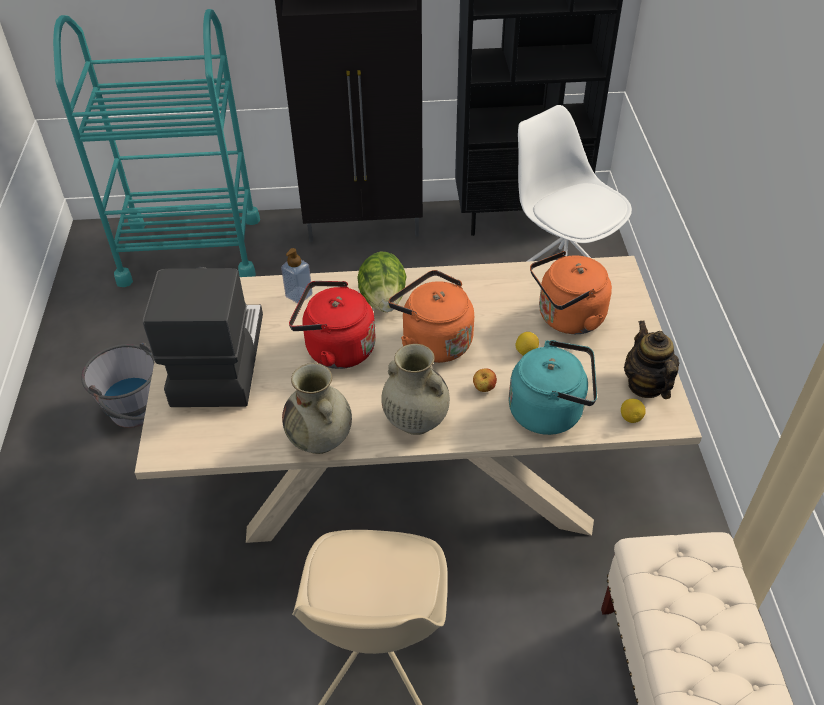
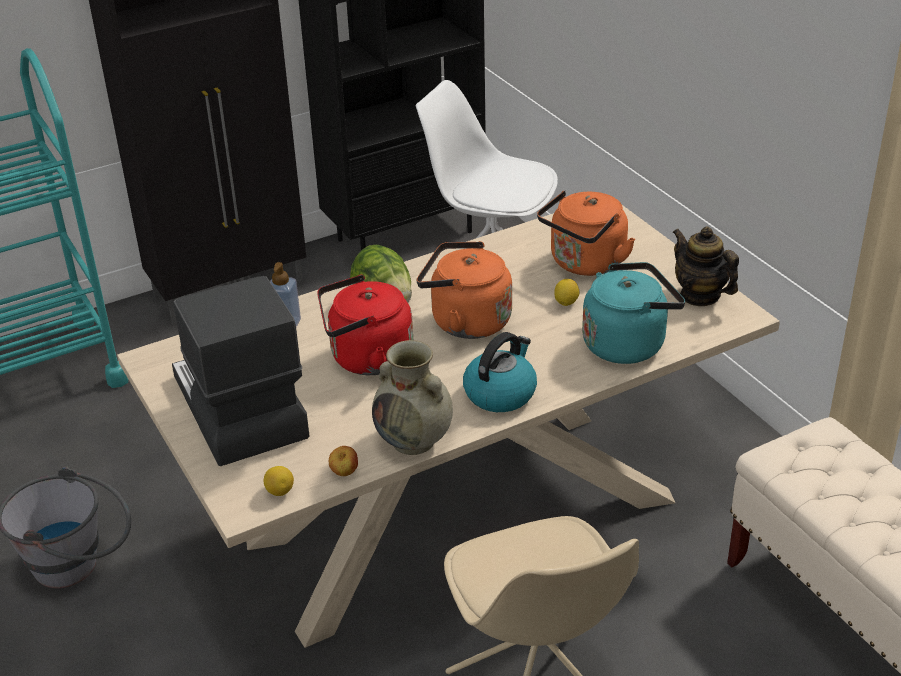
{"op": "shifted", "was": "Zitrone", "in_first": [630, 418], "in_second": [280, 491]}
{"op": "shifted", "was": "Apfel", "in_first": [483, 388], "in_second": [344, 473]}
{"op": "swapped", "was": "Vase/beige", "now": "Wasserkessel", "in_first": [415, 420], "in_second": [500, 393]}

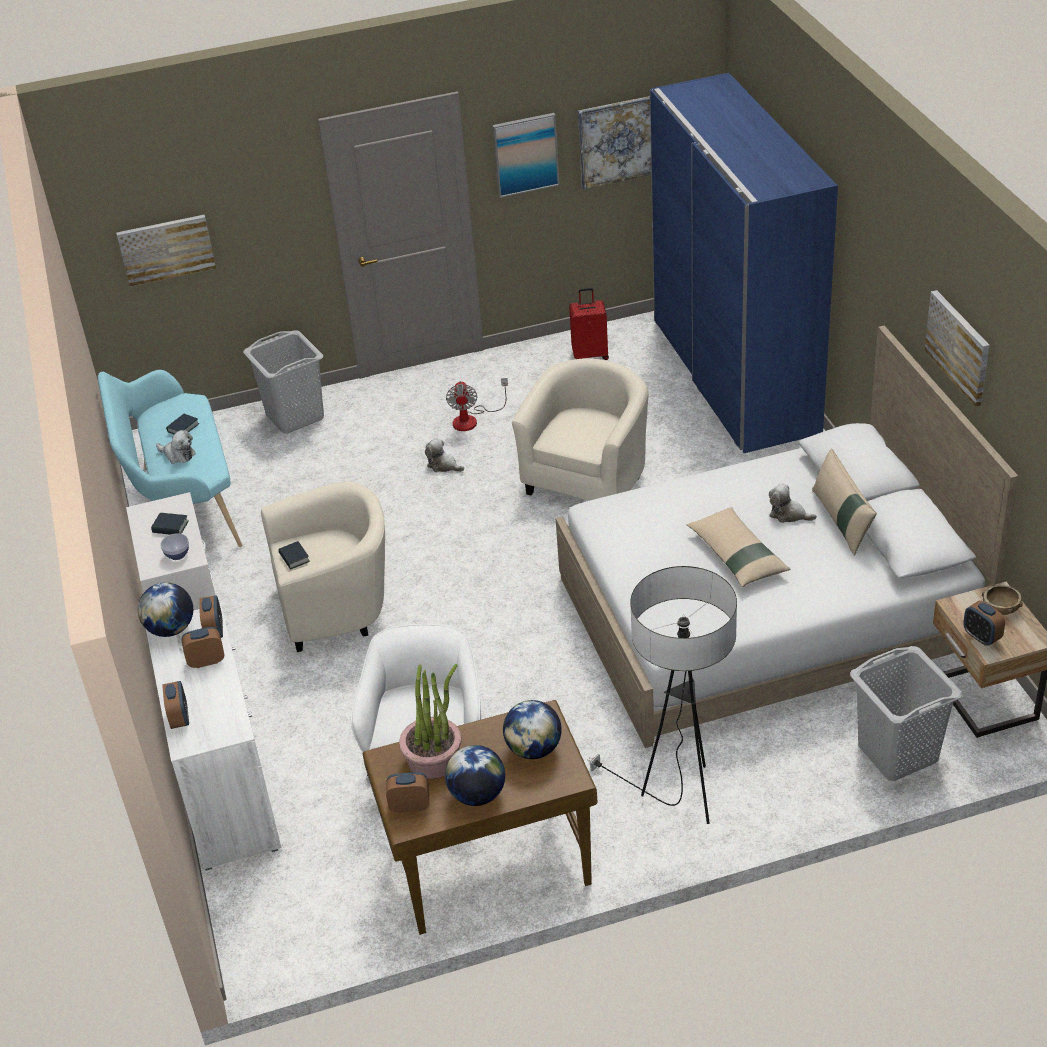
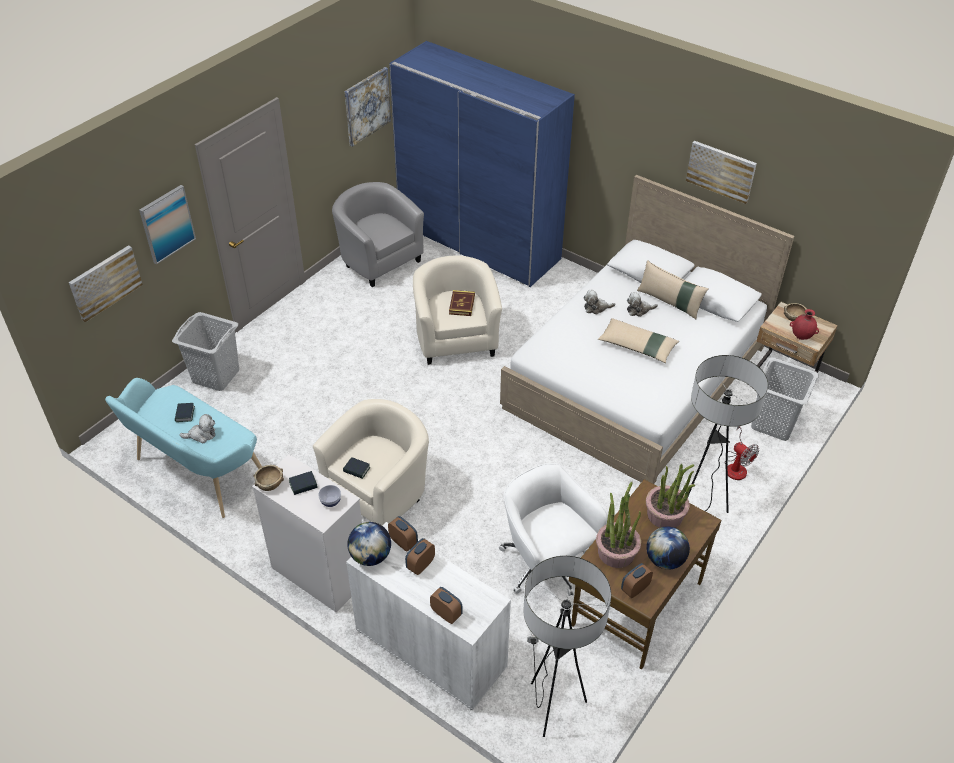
{"op": "shifted", "was": "Bild", "in_first": [525, 154], "in_second": [167, 224]}
{"op": "new", "now": "Schüssel/braun", "in_second": [270, 483]}
{"op": "swapped", "was": "Koffer/rot", "now": "Sessel/grau", "in_first": [590, 355], "in_second": [378, 260]}
{"op": "new", "now": "Buch", "in_second": [462, 305]}
{"op": "new", "now": "Stehlampe", "in_second": [552, 705]}
{"op": "shifted", "was": "Plüschtier", "in_first": [443, 465], "in_second": [596, 308]}
{"op": "swapped", "was": "Globus", "now": "Topfpflanze", "in_first": [534, 749], "in_second": [665, 515]}
{"op": "shifted", "was": "Ventilator", "in_first": [472, 419], "in_second": [736, 466]}
{"op": "swapped", "was": "Wecker", "now": "Vase/rot", "in_first": [981, 637], "in_second": [801, 337]}

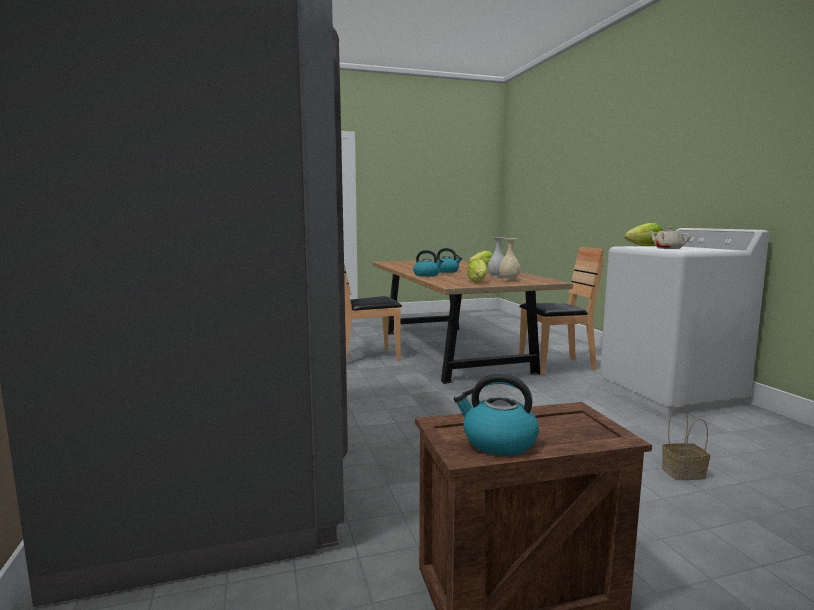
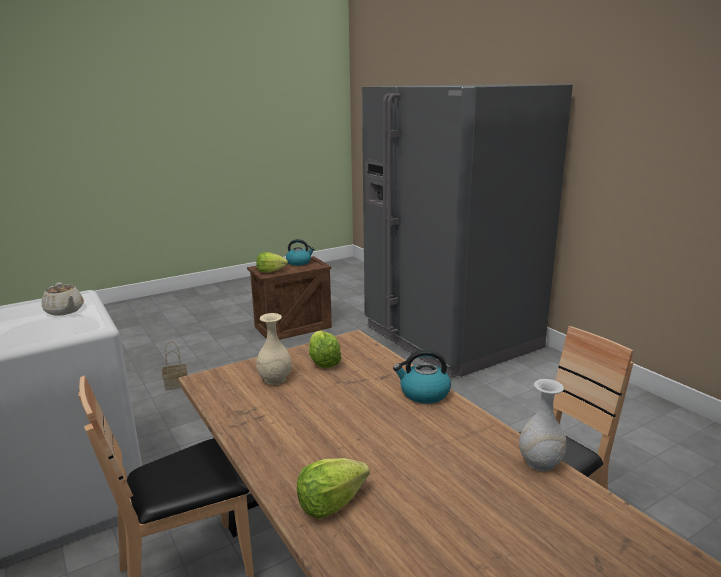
{"op": "shifted", "was": "Salatkopf", "in_first": [645, 246], "in_second": [270, 271]}
{"op": "shifted", "was": "Vase/weiß", "in_first": [497, 277], "in_second": [540, 463]}
{"op": "gone", "was": "Wasserkessel", "in_first": [447, 271]}

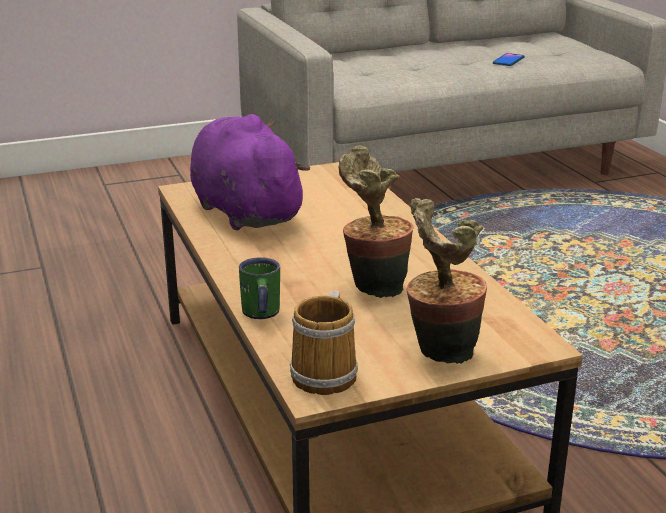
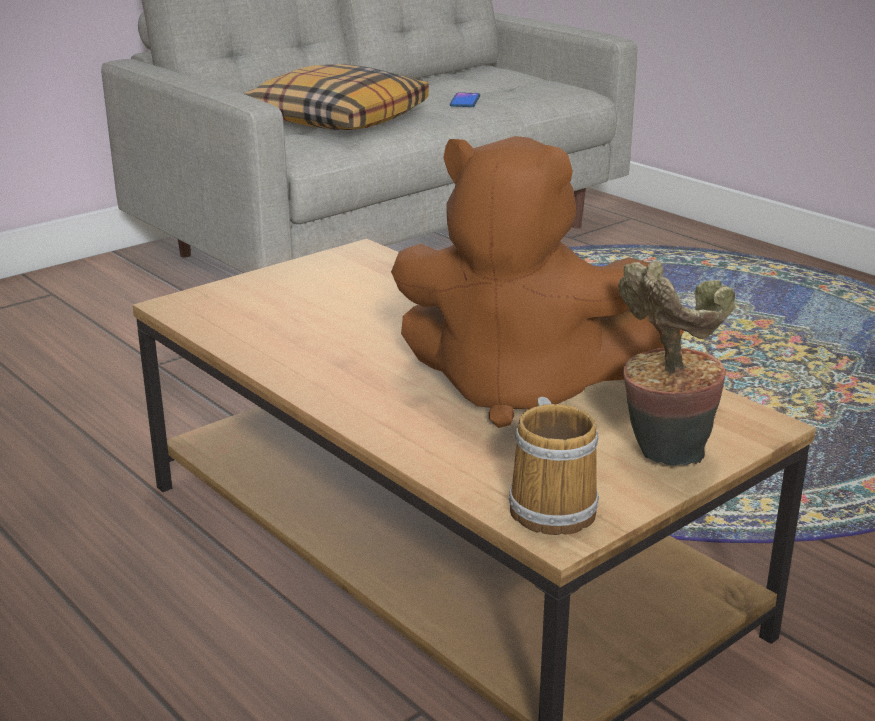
{"op": "new", "now": "Kissen", "in_second": [336, 119]}
{"op": "swapped", "was": "Topfpflanze", "now": "Plüschtier/braun", "in_first": [373, 287], "in_second": [520, 390]}
{"op": "gone", "was": "Plüschtier/lila", "in_first": [244, 211]}
{"op": "gone", "was": "Henkelbecher/grün", "in_first": [260, 314]}

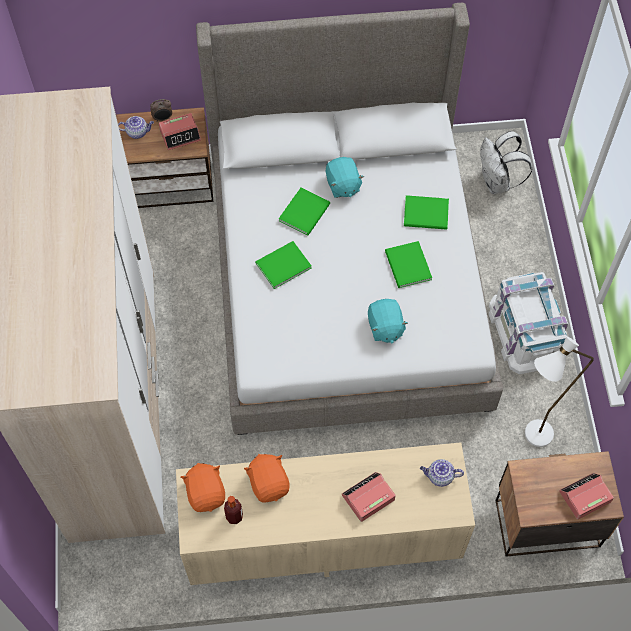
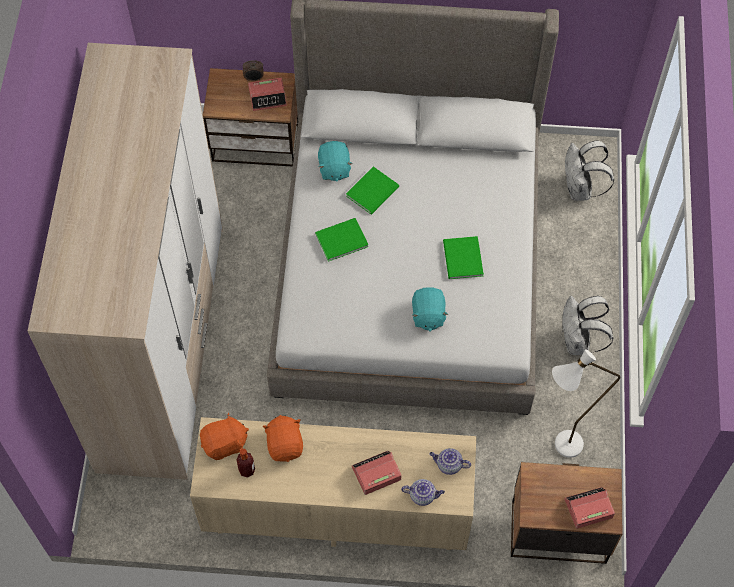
{"op": "rotated", "was": "Plüschtier/orange", "in_first": [206, 493], "in_second": [225, 444], "clockwise": 75}
{"op": "shifted", "was": "Plüschtier/türkis", "in_first": [342, 185], "in_second": [334, 169]}
{"op": "shifted", "was": "Teekanne", "in_first": [137, 132], "in_second": [423, 495]}
{"op": "swapped", "was": "Aufbewahrungsbox/weiß", "now": "Rucksack/weiß", "in_first": [527, 331], "in_second": [578, 342]}
{"op": "gone", "was": "Buch/grün", "in_first": [427, 215]}

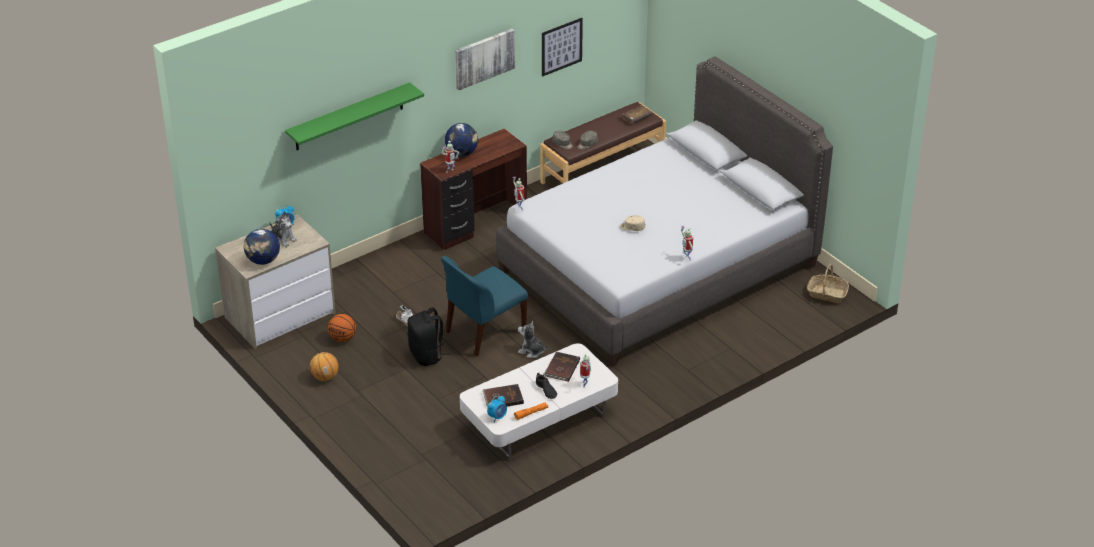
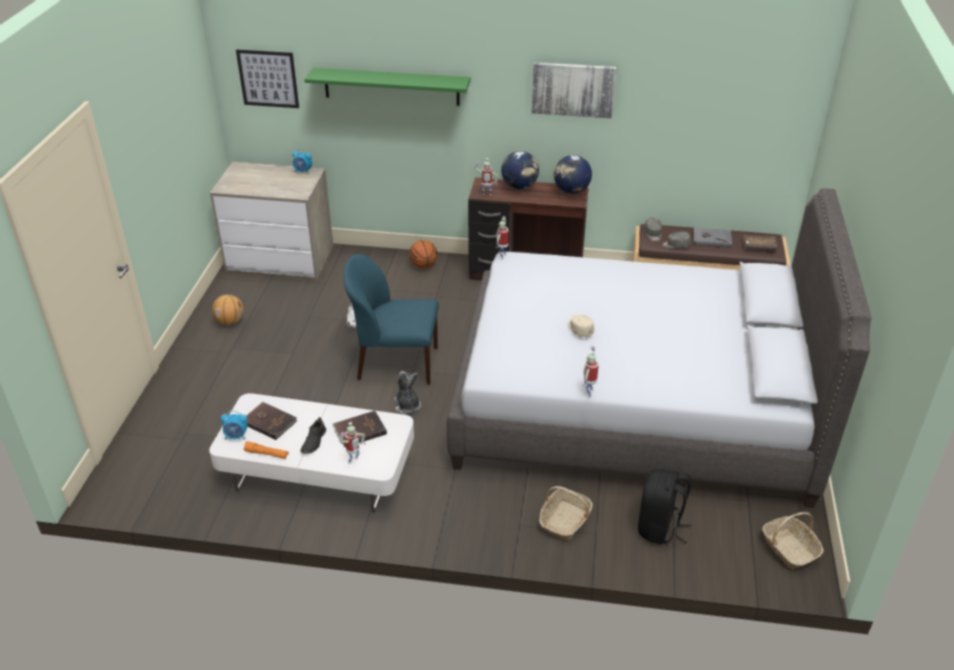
{"op": "shifted", "was": "Bild", "in_first": [561, 46], "in_second": [268, 78]}
{"op": "shifted", "was": "Basketball", "in_first": [342, 338], "in_second": [423, 266]}
{"op": "new", "now": "Korb", "in_second": [565, 520]}
{"op": "shifted", "was": "Globus", "in_first": [263, 261], "in_second": [571, 191]}
{"op": "shifted", "was": "Rucksack/schwarz", "in_first": [427, 355], "in_second": [660, 527]}
{"op": "new", "now": "Buch/grau", "in_second": [712, 239]}
{"op": "gone", "was": "Plüschtier", "in_first": [283, 239]}

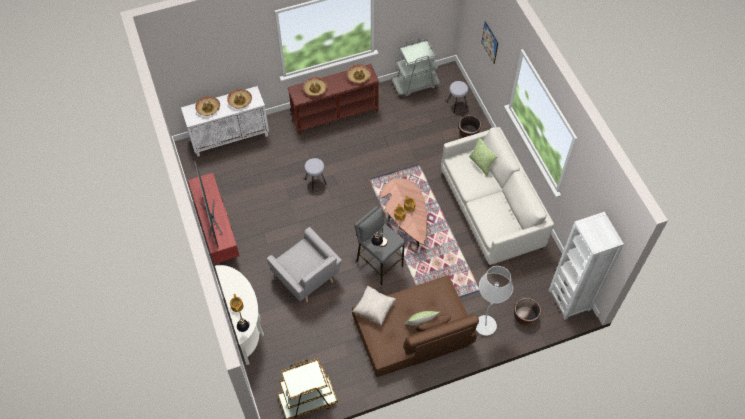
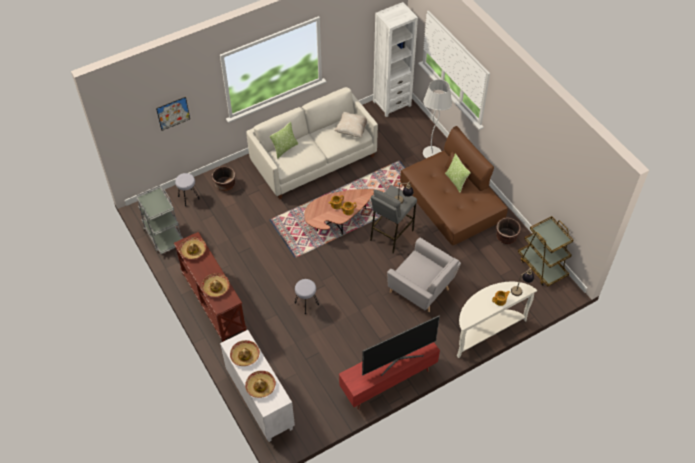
{"op": "shifted", "was": "Kissen/beige", "in_first": [374, 309], "in_second": [352, 130]}
{"op": "rotated", "was": "Sessel/grau", "in_first": [307, 278], "in_second": [422, 290], "clockwise": 90}
{"op": "shifted", "was": "Pflanzkübel/braun", "in_first": [525, 316], "in_second": [506, 237]}

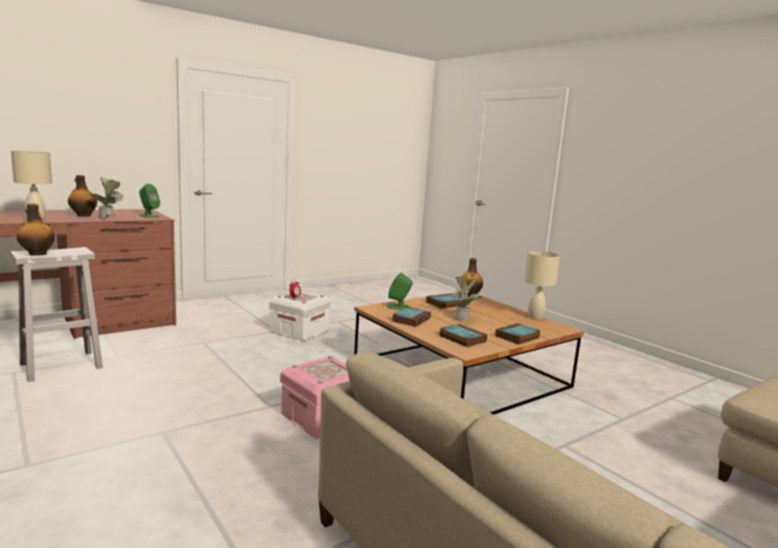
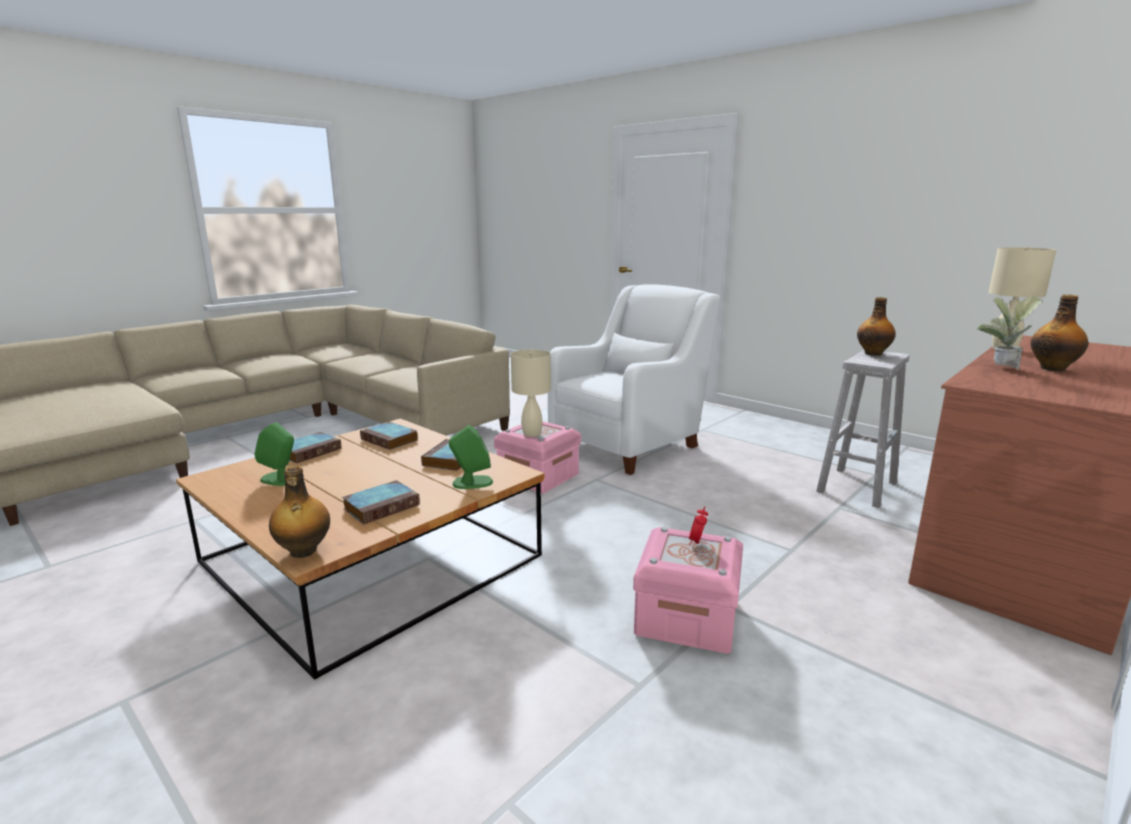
{"op": "shifted", "was": "Lautsprecher/grün", "in_first": [149, 216], "in_second": [280, 479]}
{"op": "shifted", "was": "Tischlampe/beige", "in_first": [535, 317], "in_second": [531, 434]}
{"op": "new", "now": "Sessel/weiß", "in_second": [629, 444]}
{"op": "repainted", "was": "Aufbewahrungsbox/weiß", "now": "Aufbewahrungsbox/rosa", "in_first": [299, 331], "in_second": [687, 617]}
{"op": "gone", "was": "Topfpflanze", "in_first": [464, 319]}

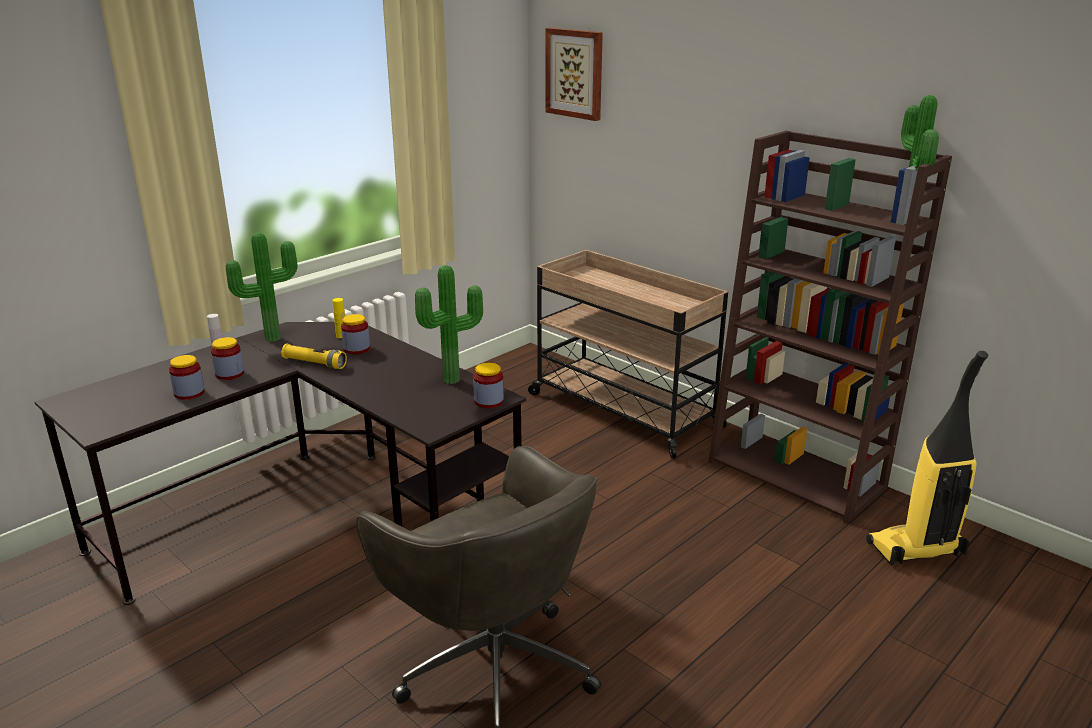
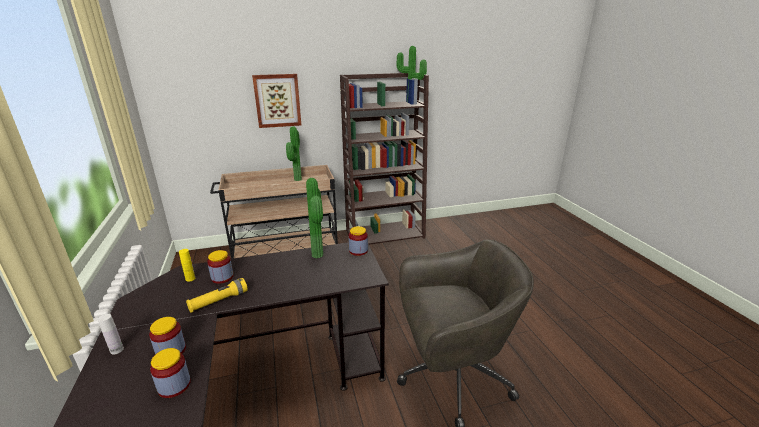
{"op": "shifted", "was": "Bild", "in_first": [575, 73], "in_second": [277, 100]}
{"op": "shifted", "was": "Topfpflanze", "in_first": [272, 337], "in_second": [296, 179]}
{"op": "gone", "was": "Staubsauger", "in_first": [915, 550]}

